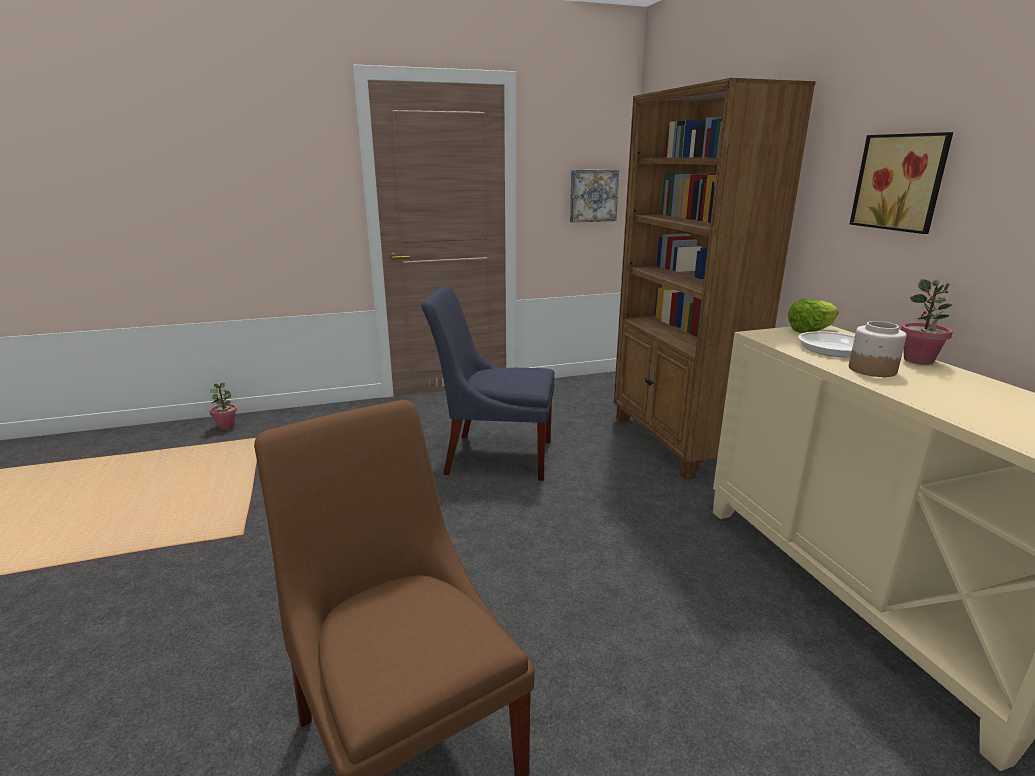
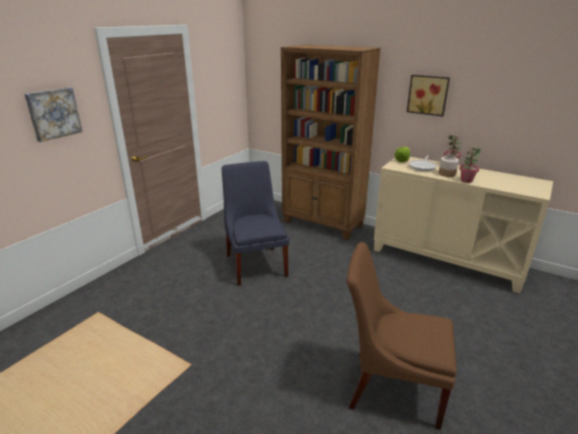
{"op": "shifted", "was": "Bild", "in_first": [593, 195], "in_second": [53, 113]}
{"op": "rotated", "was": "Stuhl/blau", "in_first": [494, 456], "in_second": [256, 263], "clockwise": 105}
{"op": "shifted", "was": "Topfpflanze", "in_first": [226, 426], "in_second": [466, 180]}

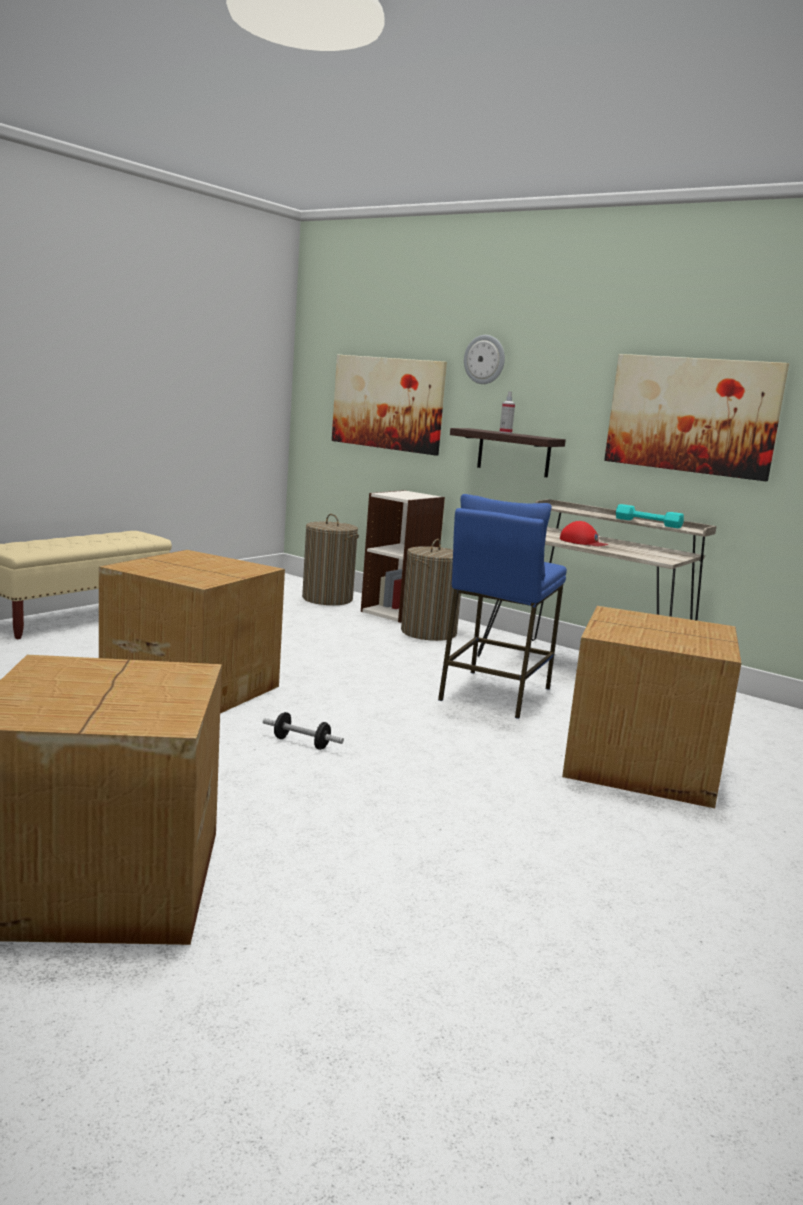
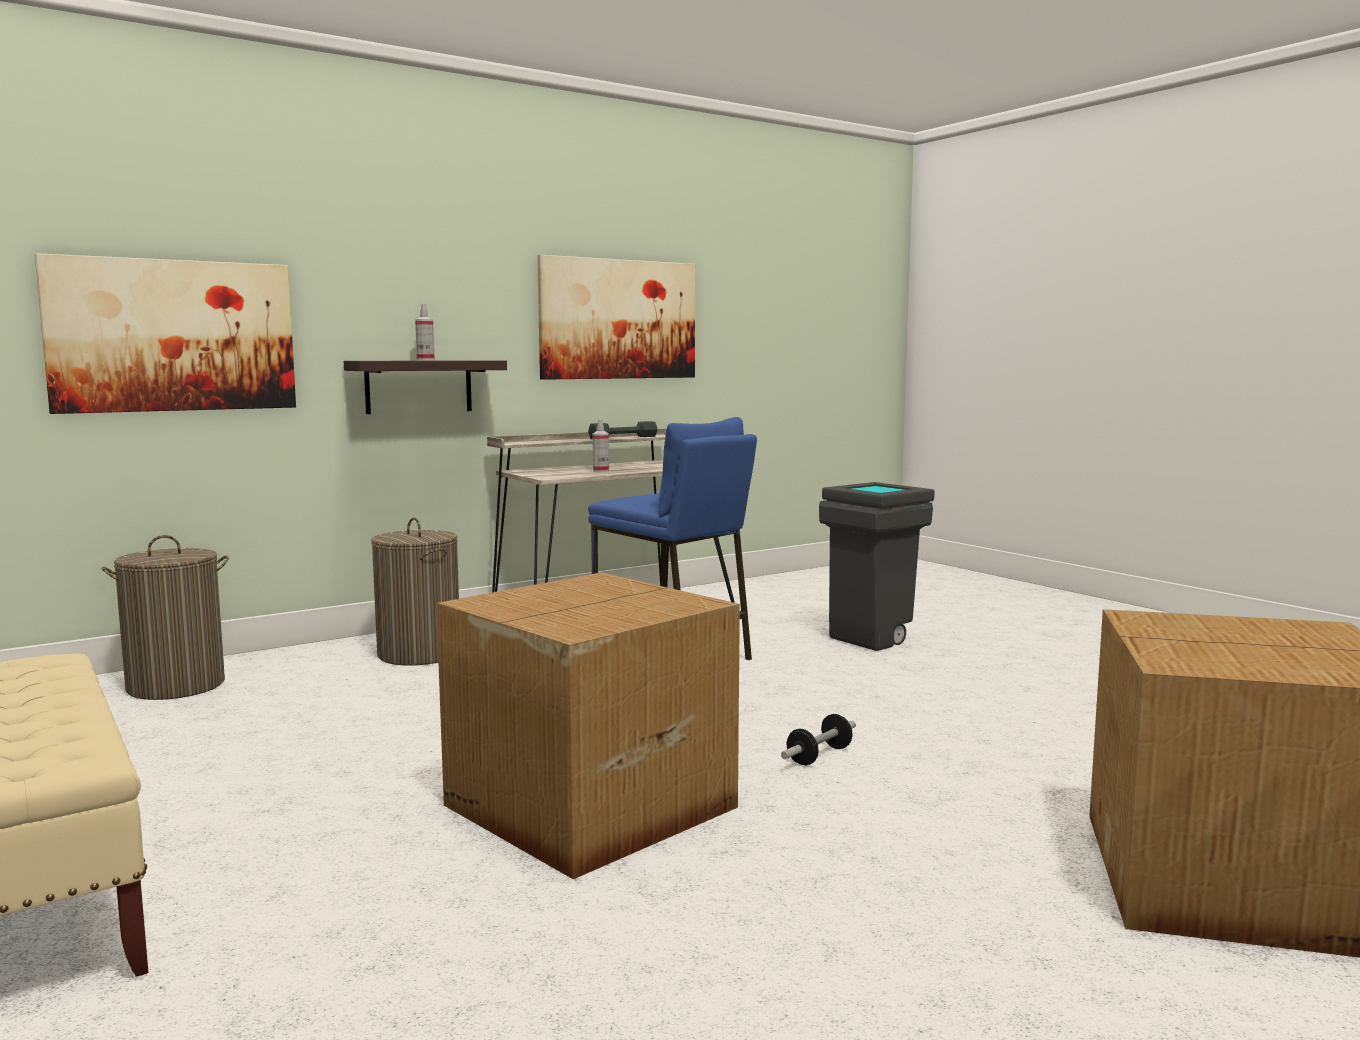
{"op": "repainted", "was": "Hantel/türkis", "now": "Hantel/grau", "in_first": [648, 523], "in_second": [623, 438]}
{"op": "swapped", "was": "Kappe/rot", "now": "Sprühflasche", "in_first": [582, 542], "in_second": [601, 471]}
{"op": "swapped", "was": "Karton", "now": "Mülleimer/grau", "in_first": [643, 765], "in_second": [874, 639]}
{"op": "gone", "was": "Bücherregal", "in_first": [398, 612]}
{"op": "gone", "was": "Wanduhr", "in_first": [485, 359]}

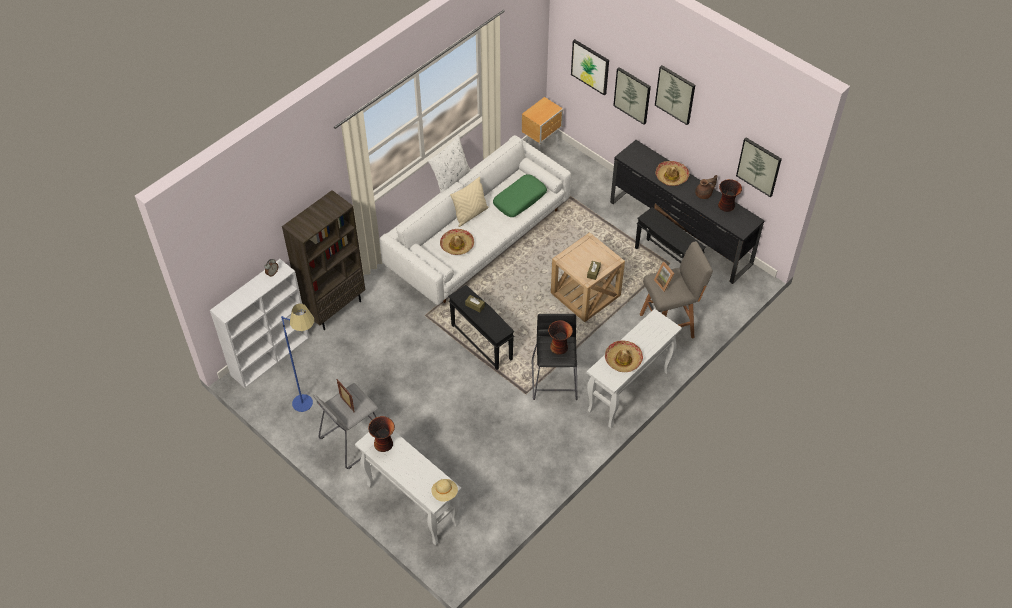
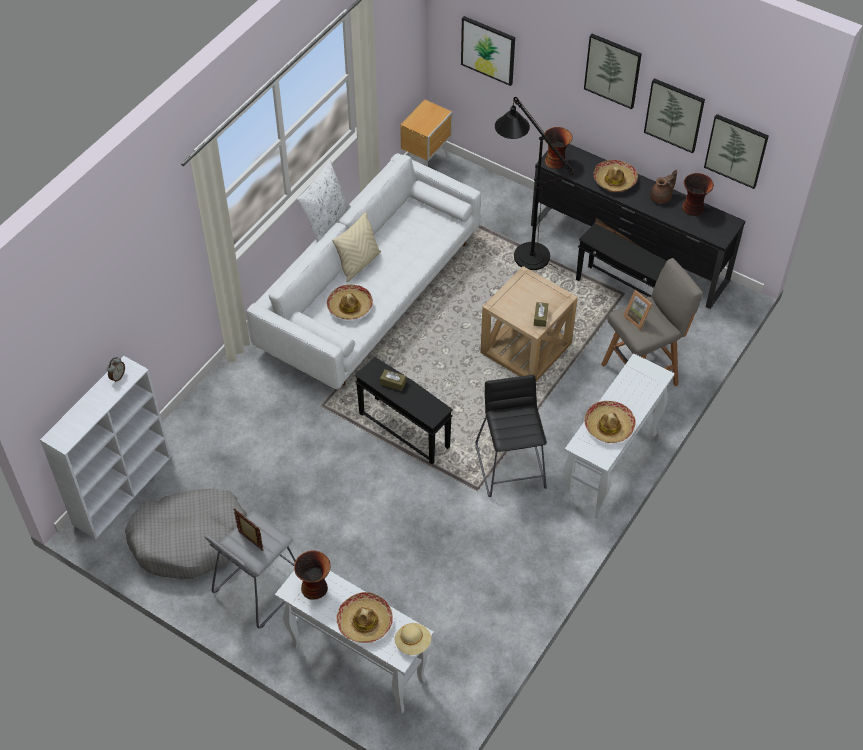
{"op": "swapped", "was": "Stehlampe/blau", "now": "Hundebett/grau", "in_first": [311, 398], "in_second": [190, 540]}
{"op": "new", "now": "Hut", "in_second": [365, 622]}
{"op": "new", "now": "Stehlampe/schwarz", "in_second": [525, 250]}
{"op": "shifted", "was": "Vase", "in_first": [559, 347], "in_second": [556, 161]}
{"op": "shifted", "was": "Bild", "in_first": [632, 95], "in_second": [674, 114]}
{"op": "gone", "was": "Bücherregal/braun", "in_first": [334, 308]}
{"op": "gone", "was": "Kissen/grün", "in_first": [519, 200]}

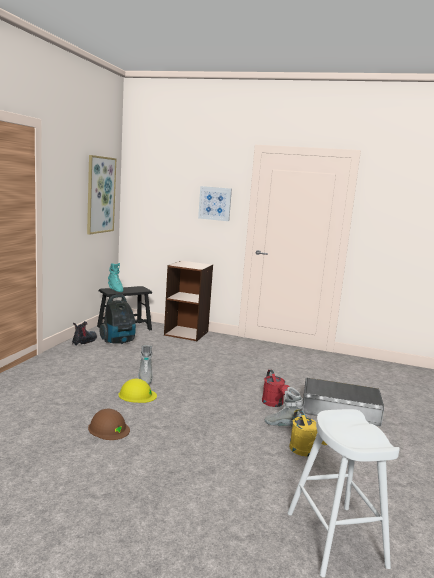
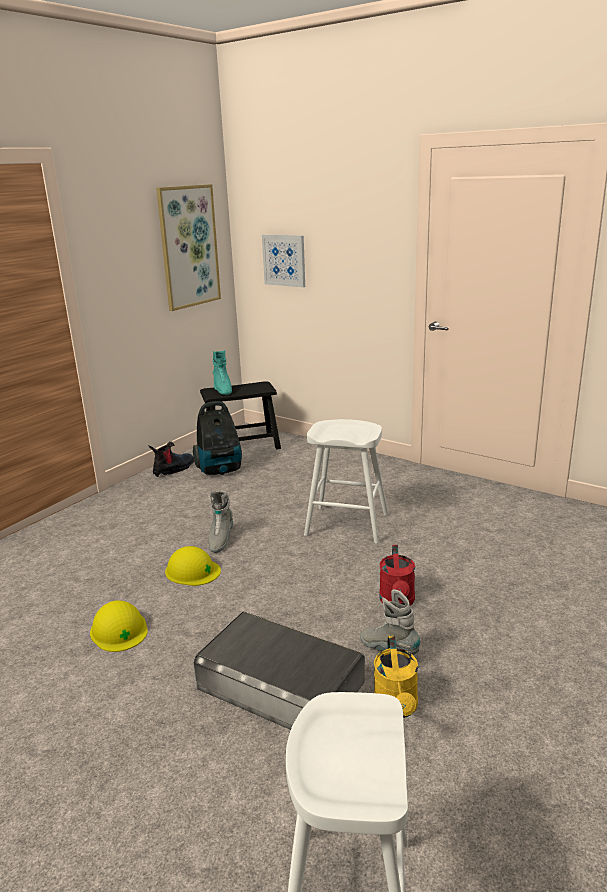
{"op": "repainted", "was": "Schutzhelm/braun", "now": "Schutzhelm/gelb", "in_first": [109, 428], "in_second": [119, 630]}
{"op": "shifted", "was": "Aufbewahrungsbox/grau", "in_first": [340, 409], "in_second": [280, 685]}
{"op": "shifted", "was": "Bild", "in_first": [215, 203], "in_second": [284, 260]}
{"op": "new", "now": "Hocker/weiß", "in_second": [346, 524]}
{"op": "gone", "was": "Bücherregal/braun", "in_first": [186, 333]}

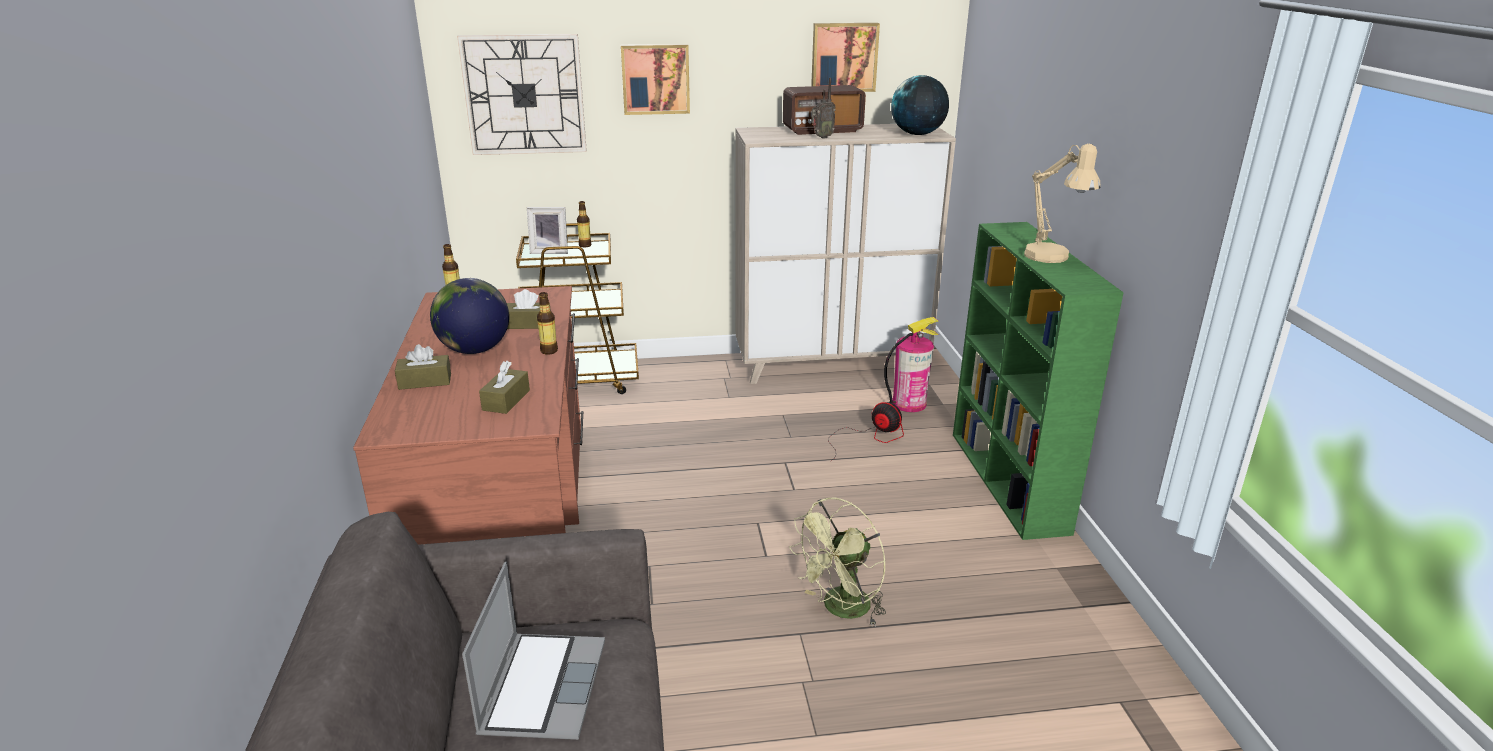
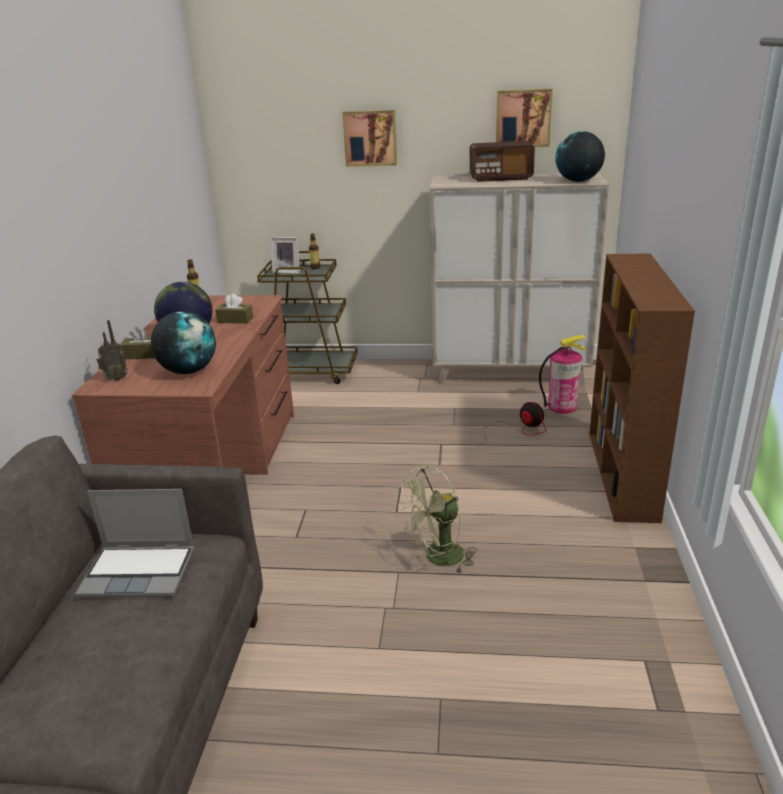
{"op": "rotated", "was": "Laptop", "in_first": [542, 686], "in_second": [140, 572], "clockwise": 75}
{"op": "shifted", "was": "Radio", "in_first": [821, 137], "in_second": [115, 378]}
{"op": "swapped", "was": "Taschentuchbox/braun", "now": "Globus", "in_first": [506, 400], "in_second": [189, 371]}
{"op": "repainted", "was": "Bücherregal/grün", "now": "Bücherregal/braun", "in_first": [1009, 482], "in_second": [622, 475]}
{"op": "gone", "was": "Wanduhr", "in_first": [524, 95]}
{"op": "gone", "was": "Flasche", "in_first": [549, 351]}
{"op": "gone", "was": "Tischlampe/beige", "in_first": [1052, 259]}

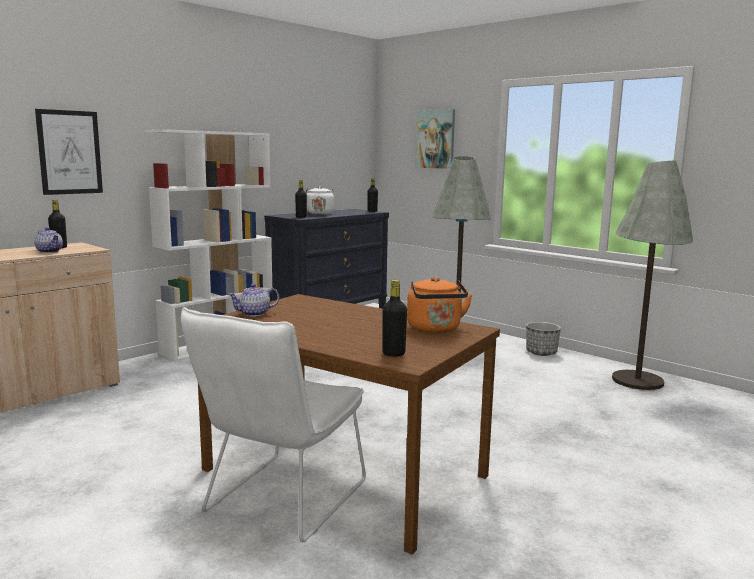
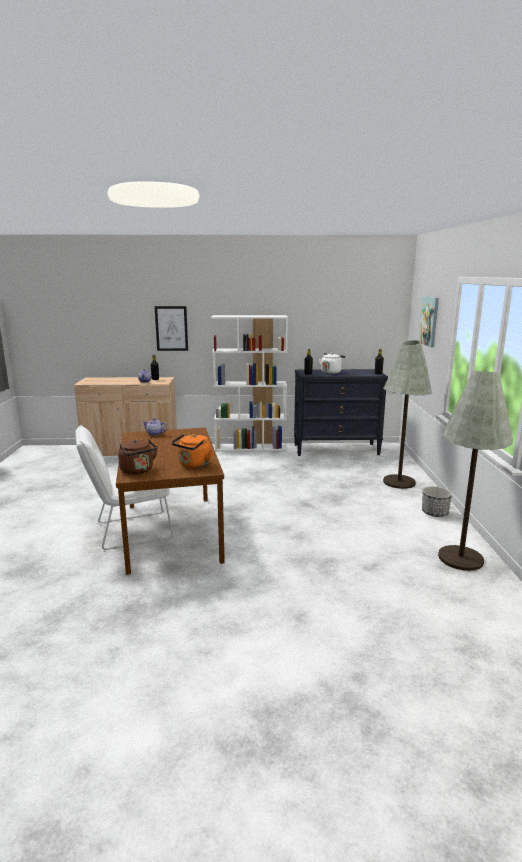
{"op": "swapped", "was": "Flasche/schwarz", "now": "Wasserkessel/braun", "in_first": [393, 354], "in_second": [138, 470]}

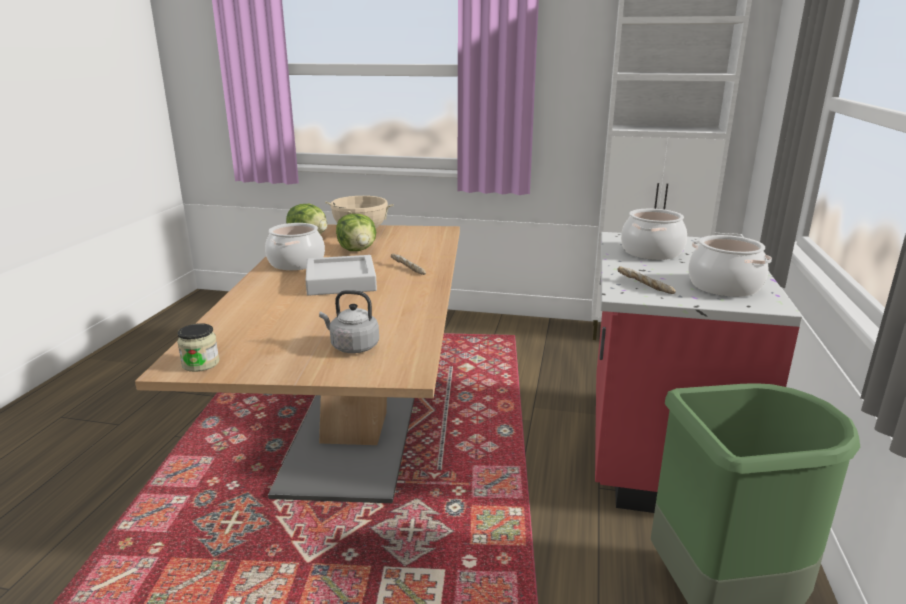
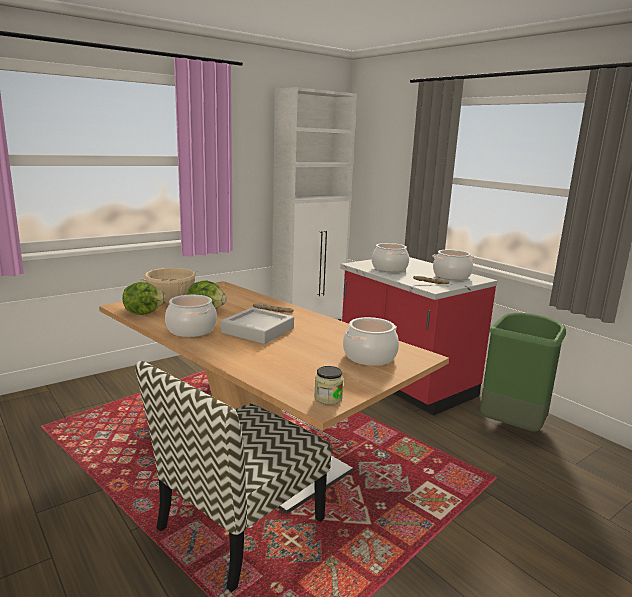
{"op": "new", "now": "Stuhl", "in_second": [239, 526]}
{"op": "swapped", "was": "Wasserkessel/grau", "now": "Kochtopf", "in_first": [352, 347], "in_second": [369, 357]}

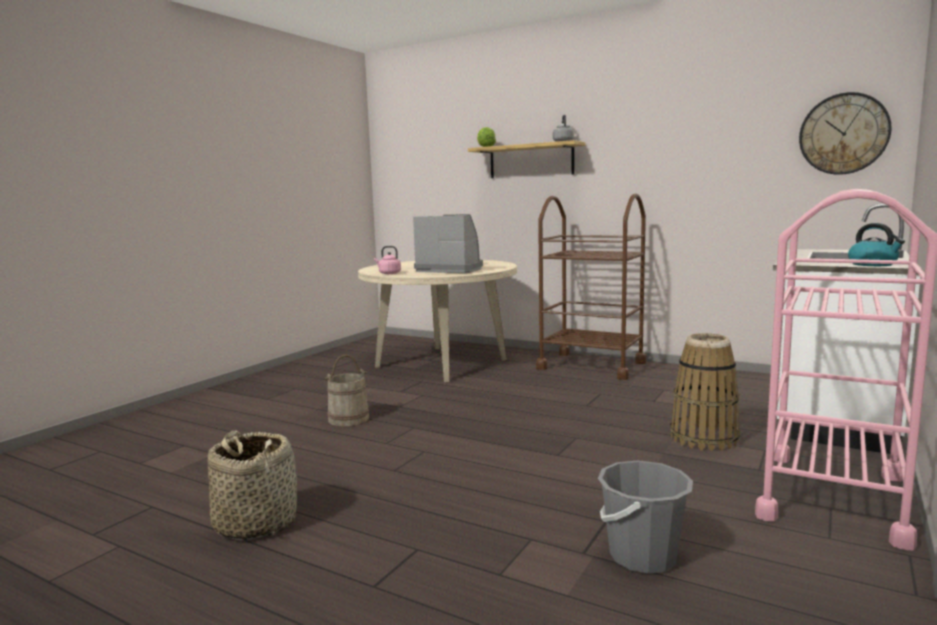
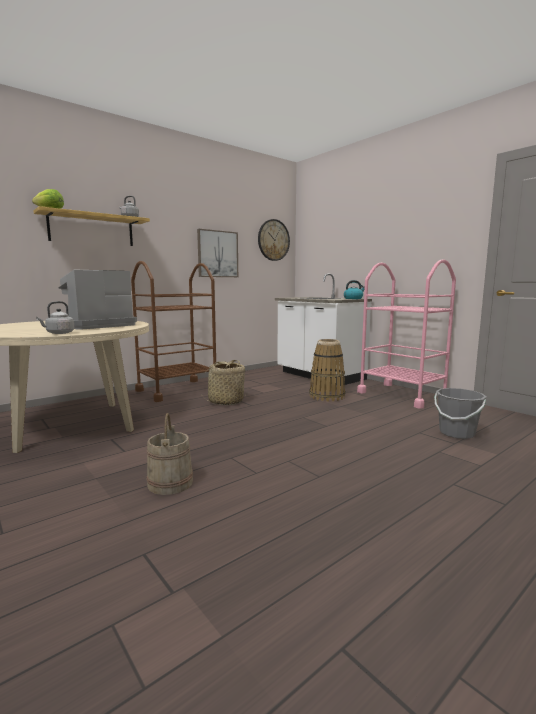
{"op": "repainted", "was": "Wasserkessel/rosa", "now": "Wasserkessel/grau", "in_first": [388, 273], "in_second": [59, 333]}
{"op": "new", "now": "Bild", "in_second": [217, 254]}
{"op": "shifted", "was": "Korb", "in_first": [256, 523], "in_second": [225, 401]}

